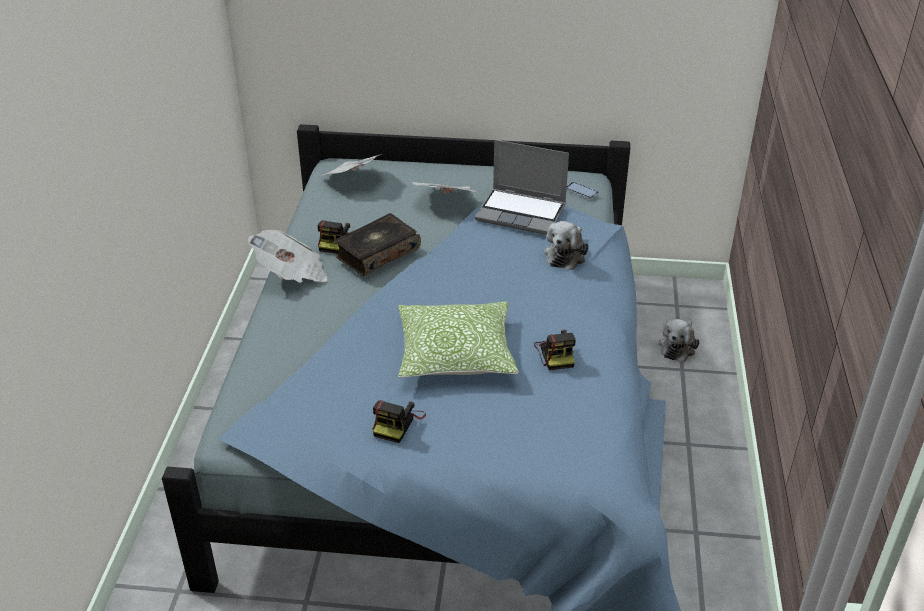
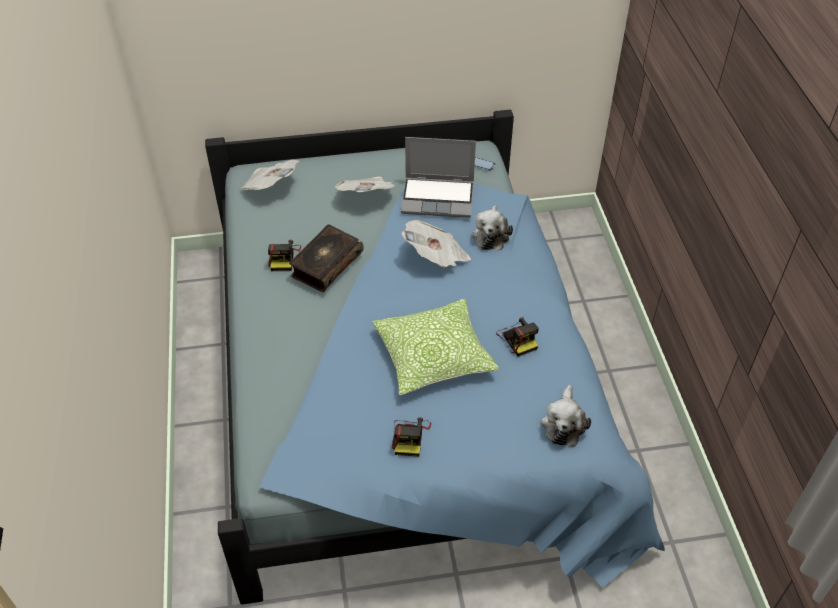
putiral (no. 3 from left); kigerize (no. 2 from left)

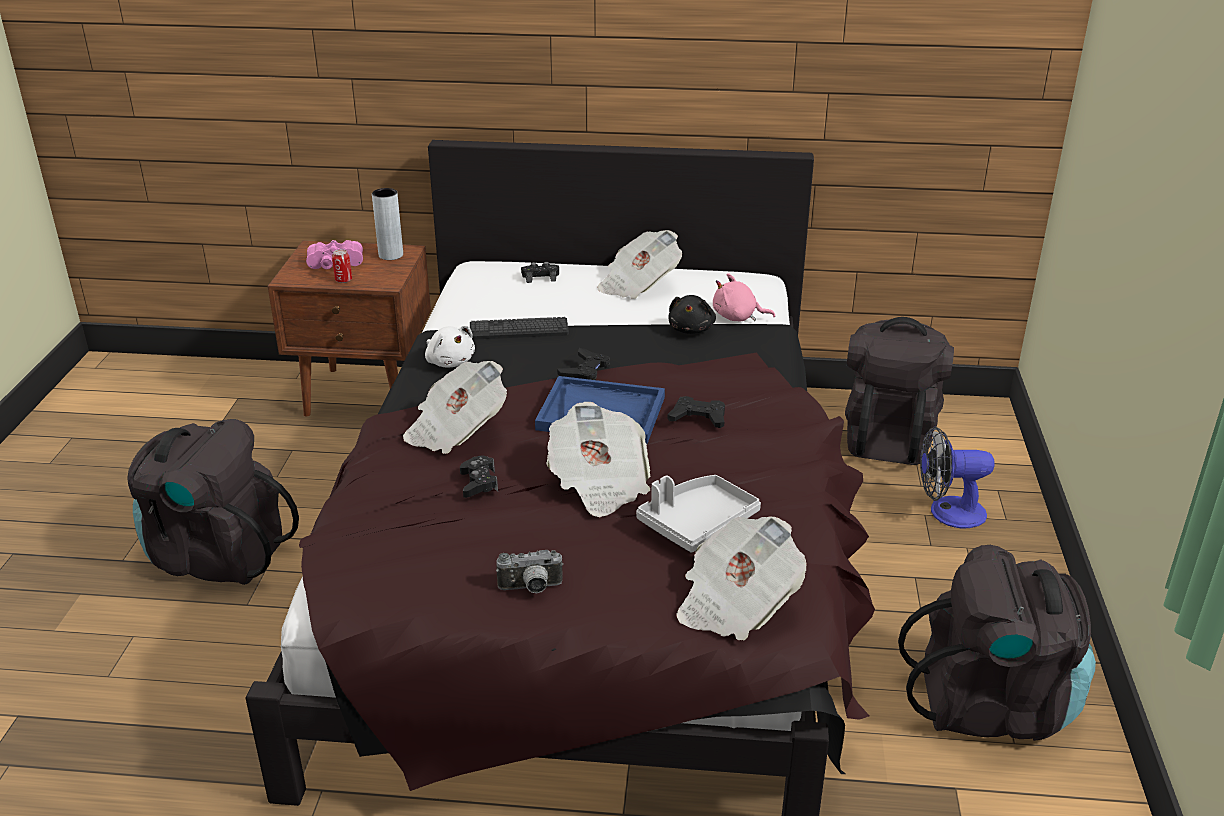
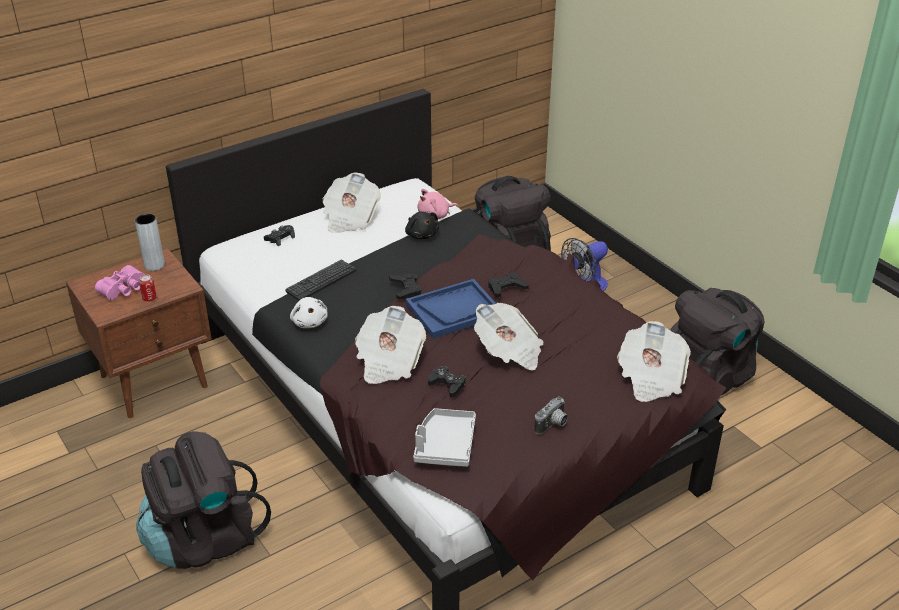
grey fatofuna; white kigerize

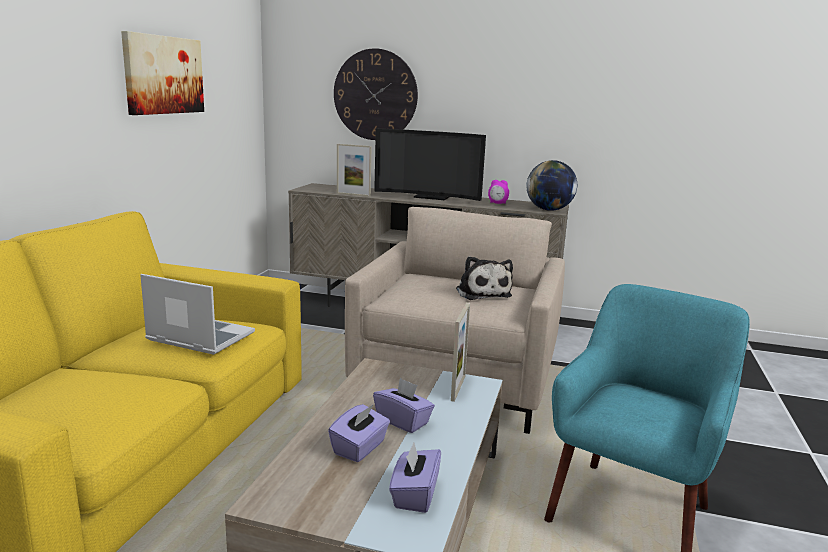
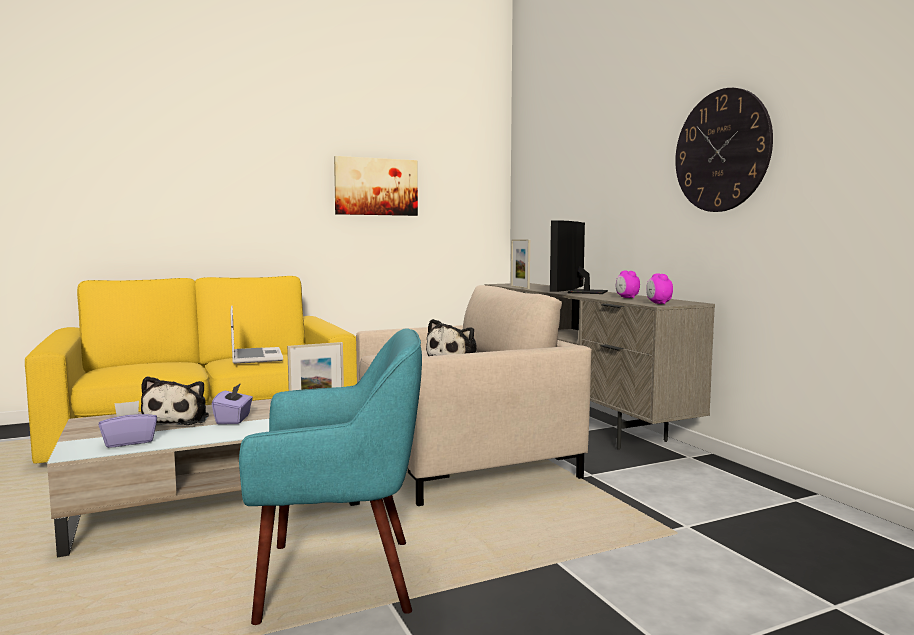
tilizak; kigerize (no. 1 from left); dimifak (no. 2 from left); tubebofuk

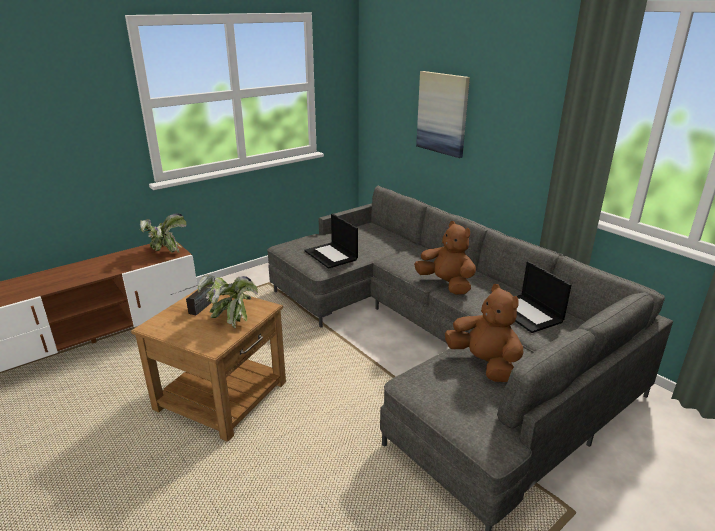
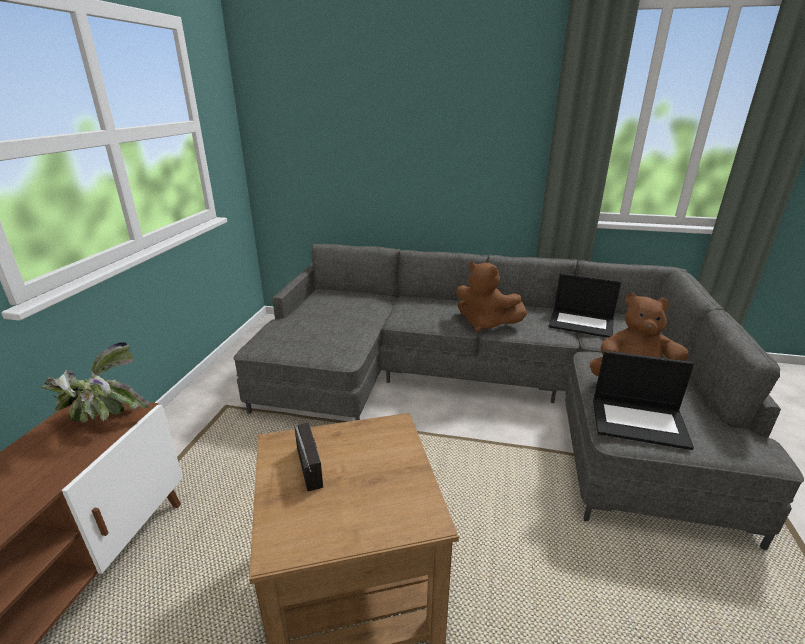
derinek (no. 2 from left in the first image); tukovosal; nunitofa (no. 2 from left); brown kigerize (no. 1 from left)

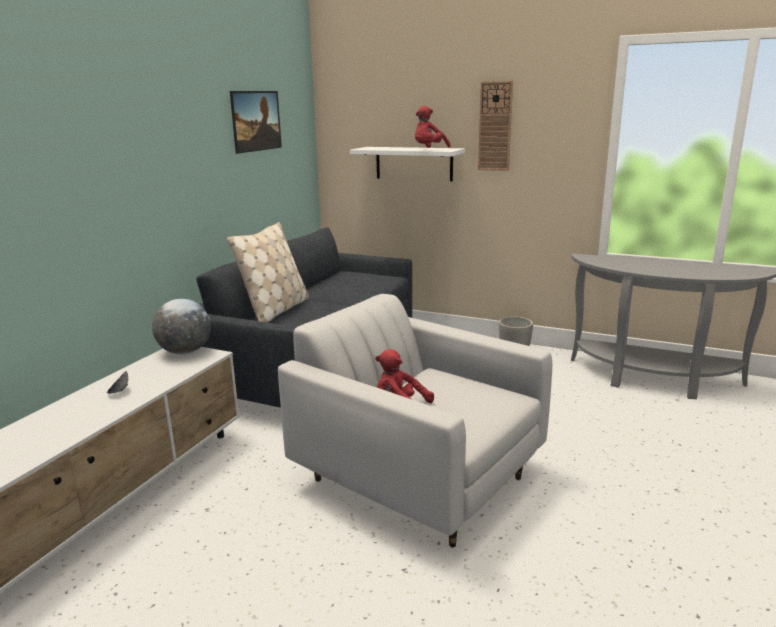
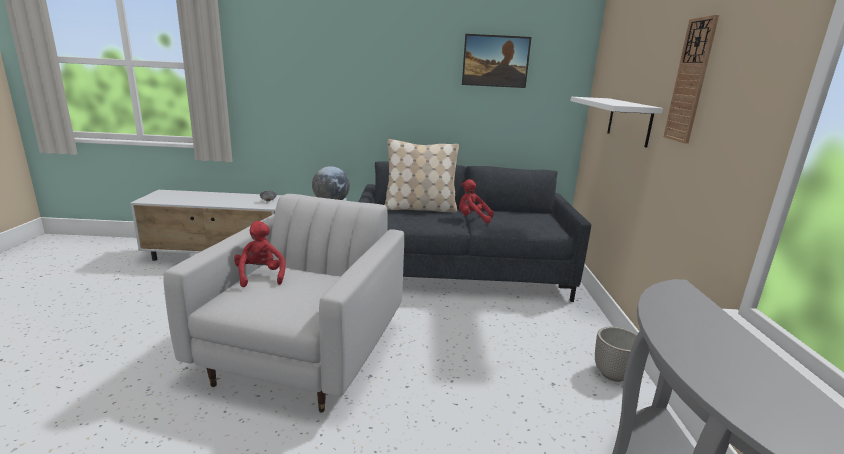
red kigerize (no. 2 from left)

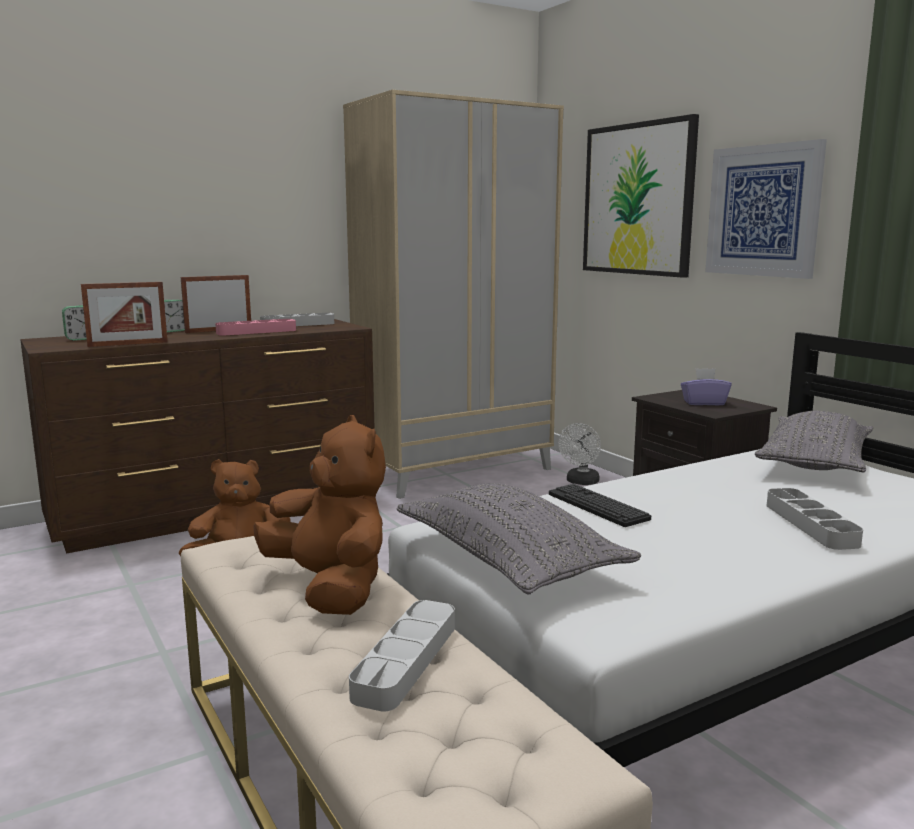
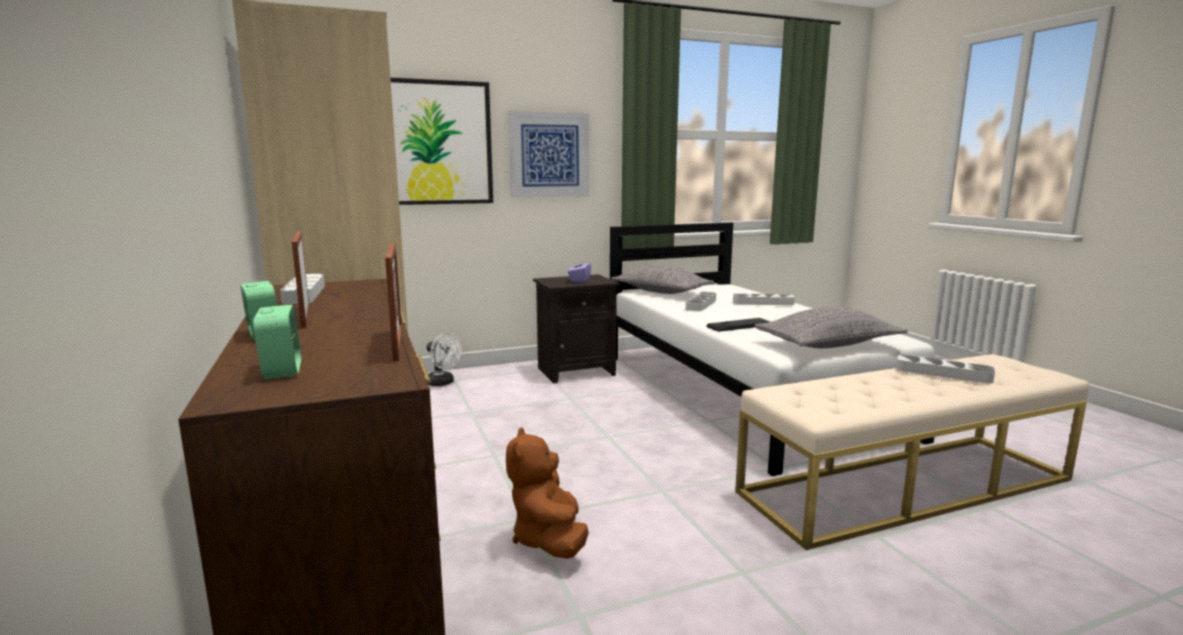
pink fatofuna; brown kigerize (no. 2 from left in the first image); grey fatofuna (no. 2 from left)

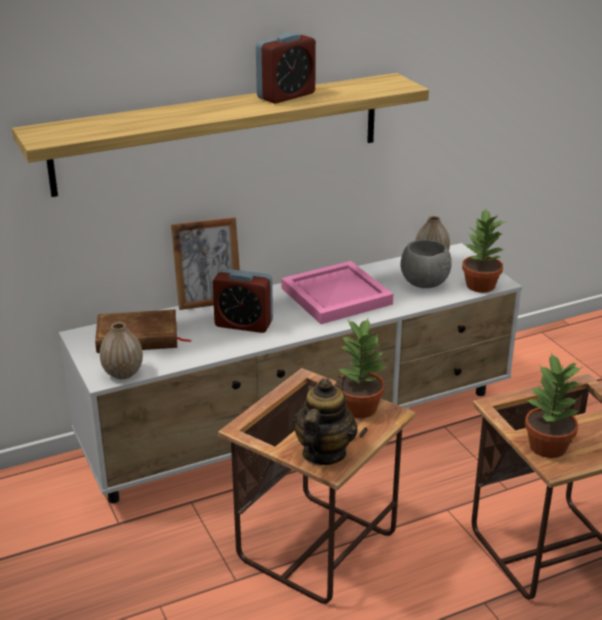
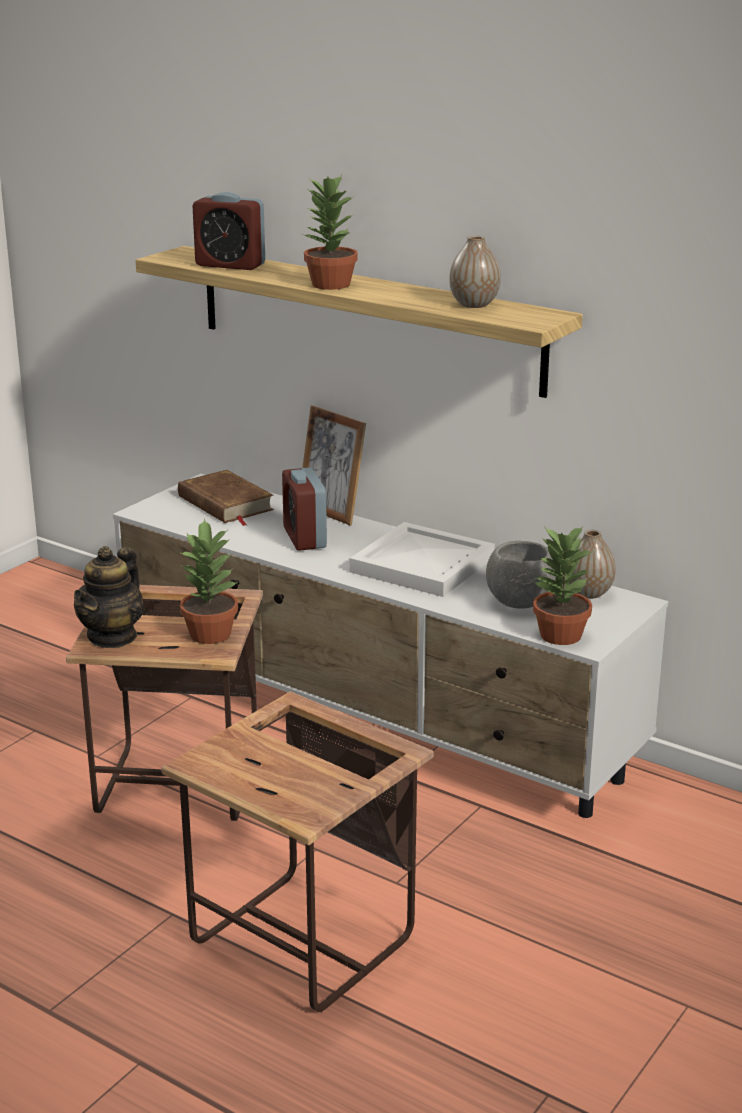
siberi (no. 1 from left); dimifak (no. 1 from left); derinek (no. 2 from left); white fatofuna; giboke

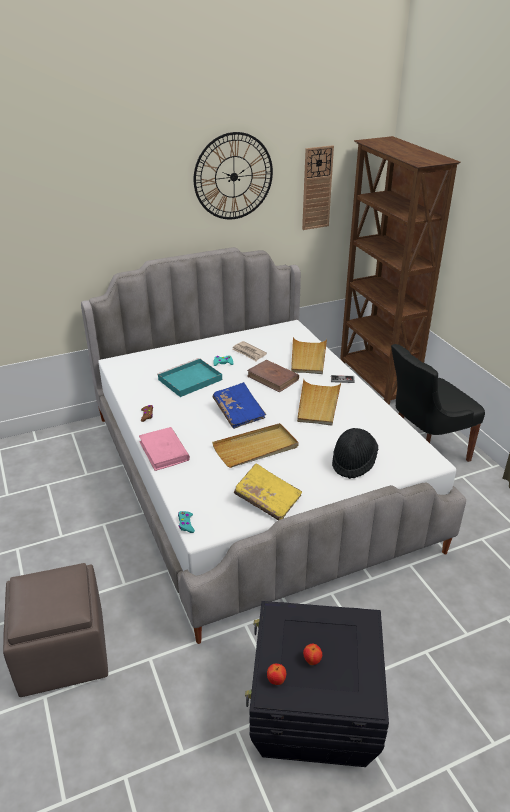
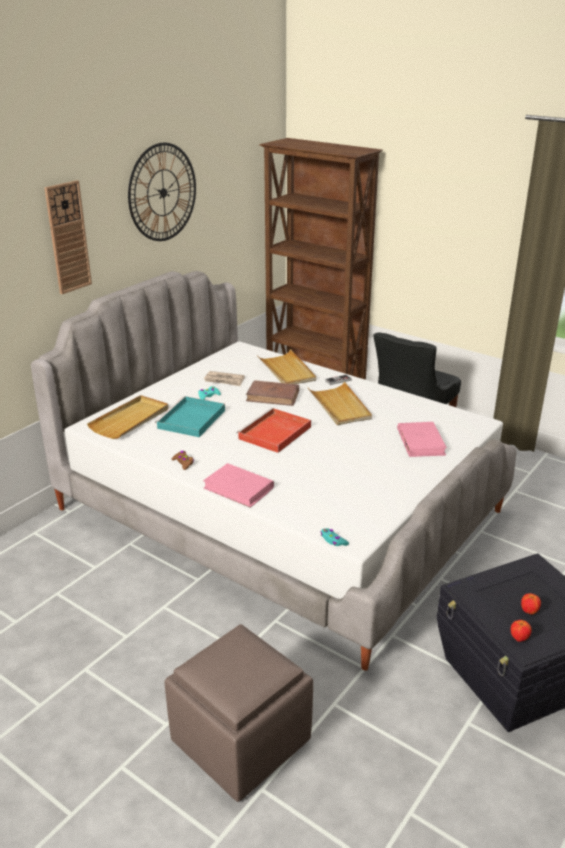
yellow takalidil; beige fatofuna (no. 1 from left); tilizak (no. 1 from left); red fatofuna; pink takalidil (no. 2 from left)

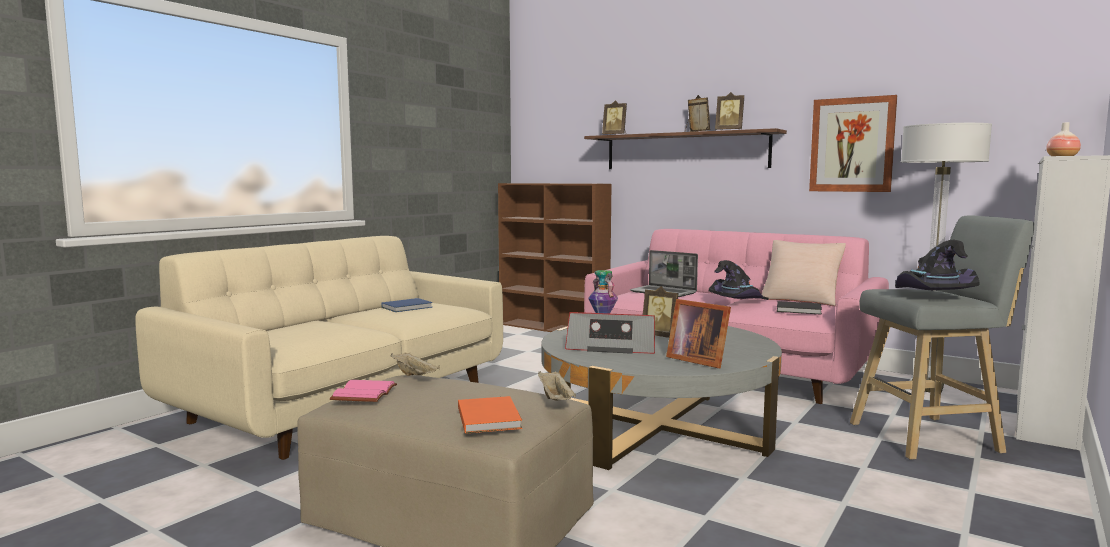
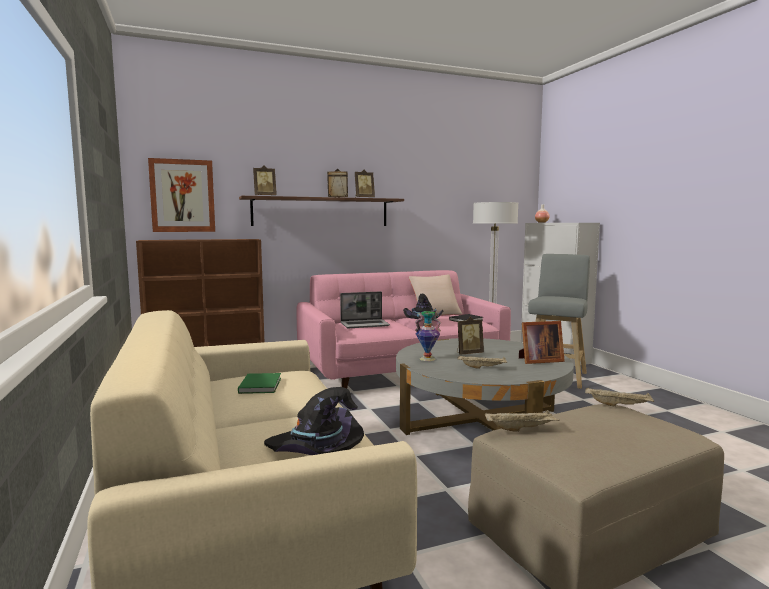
pink takalidil; orange takalidil; tukovosal; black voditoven (no. 1 from left); beige fatofuna (no. 1 from left); green takalidil

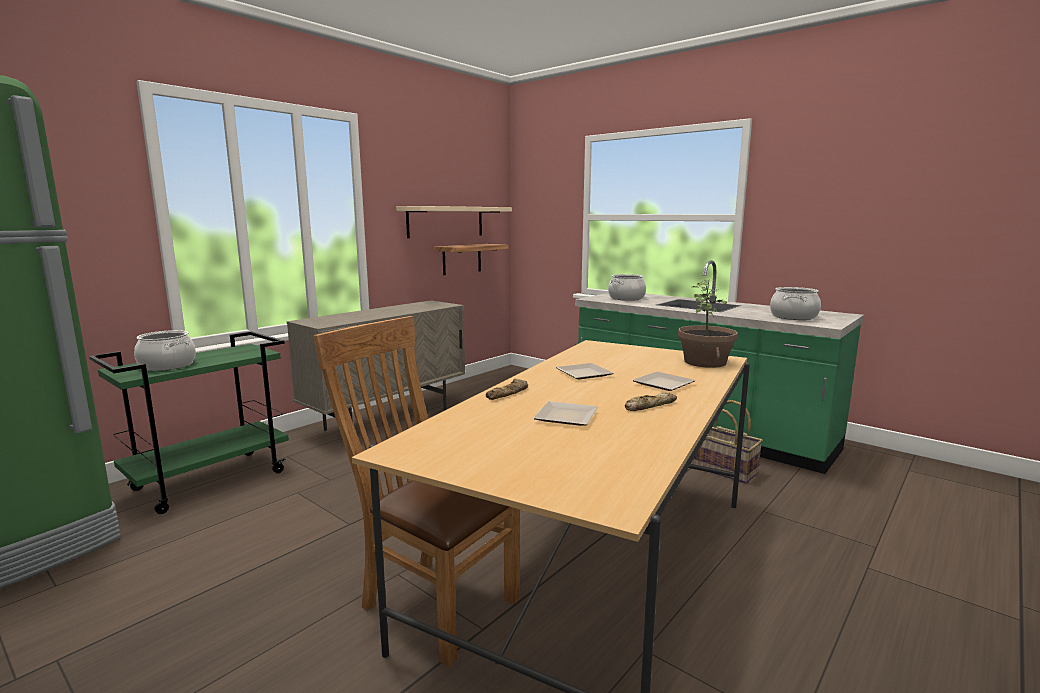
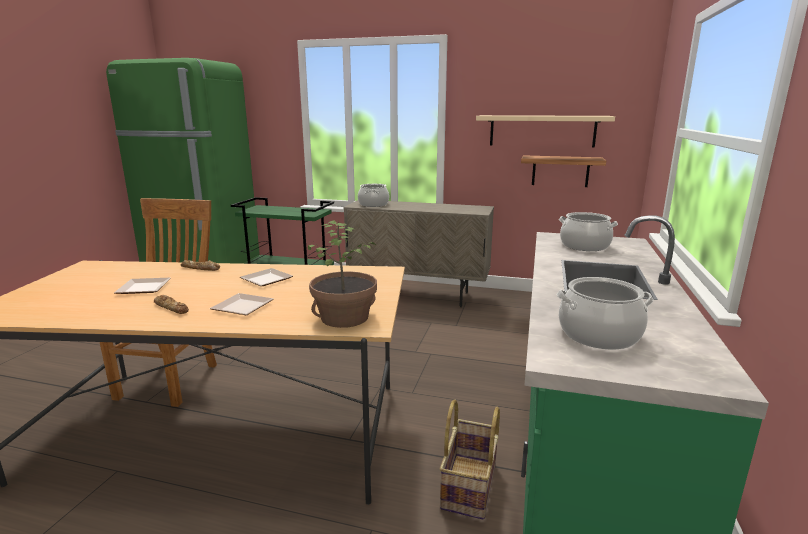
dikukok (no. 1 from left)

